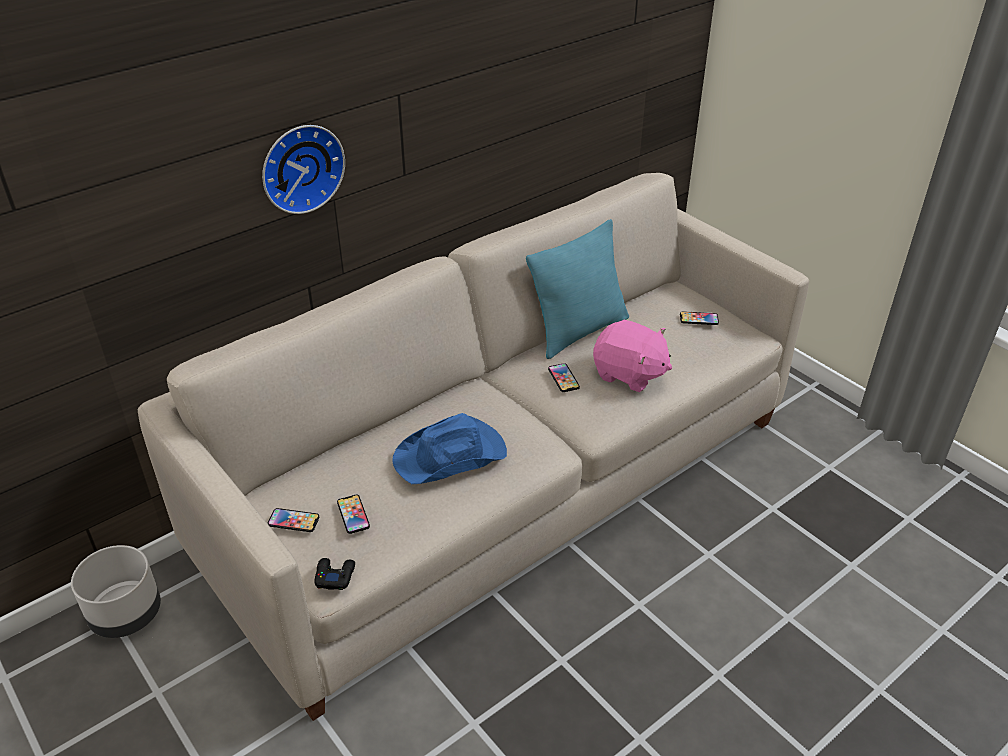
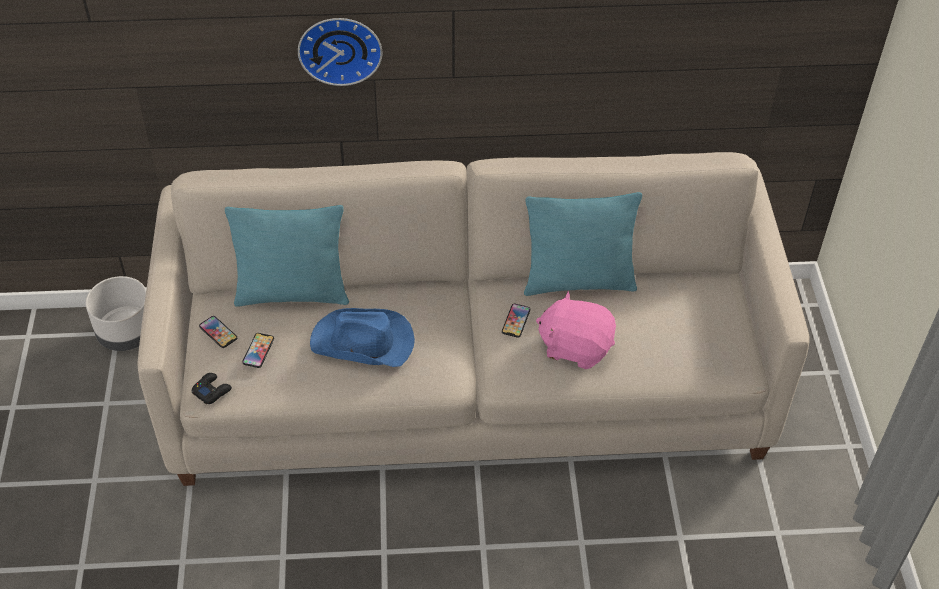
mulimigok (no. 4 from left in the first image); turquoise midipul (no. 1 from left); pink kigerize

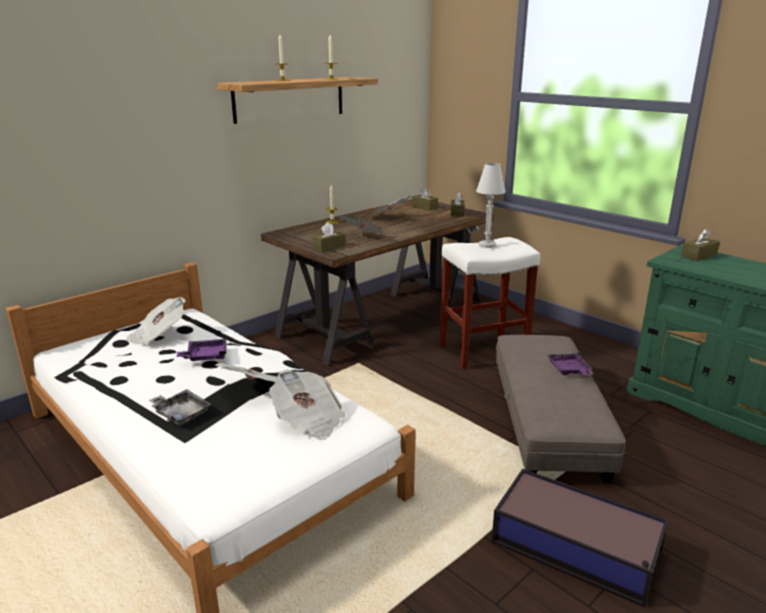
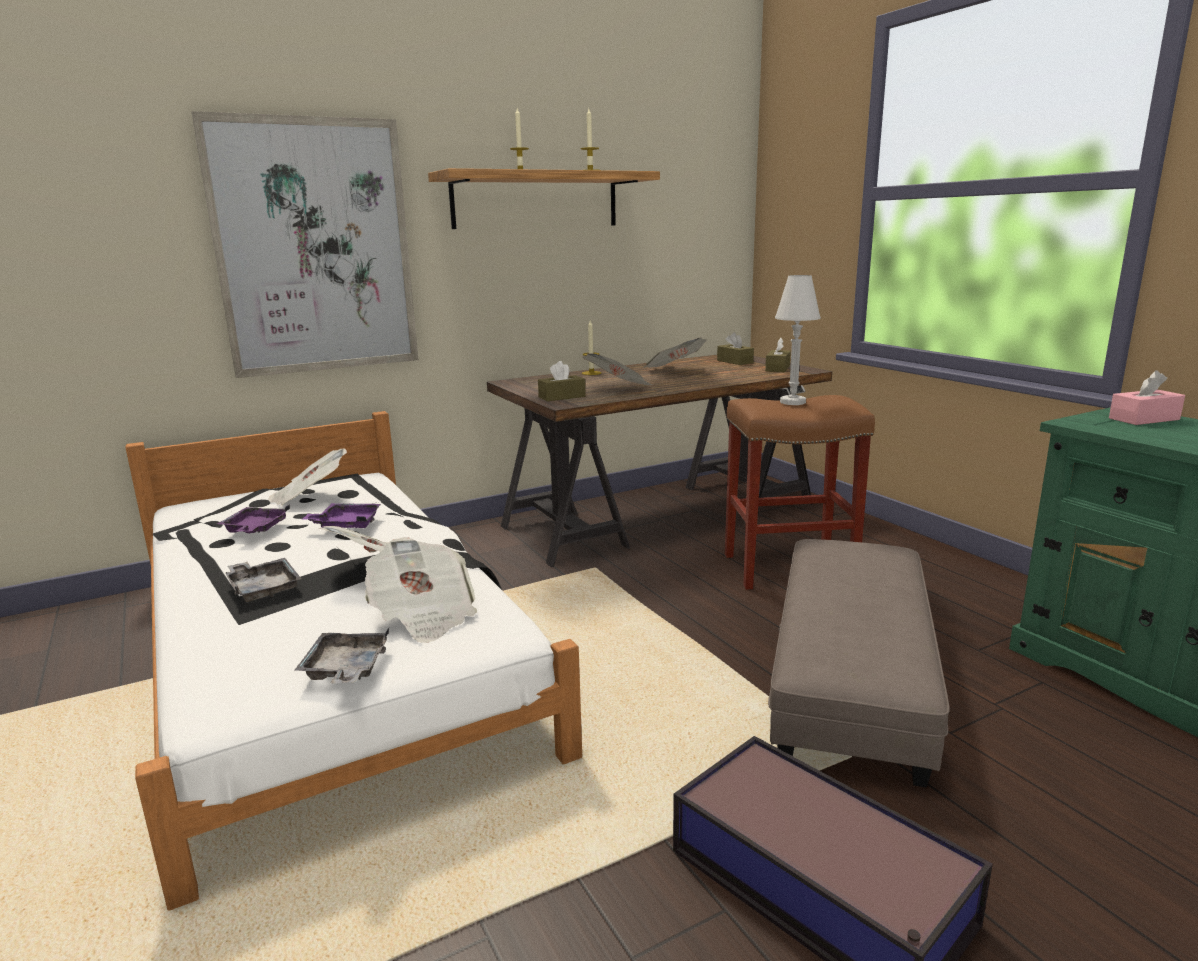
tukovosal; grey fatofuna (no. 2 from left); purple fatofuna (no. 1 from left); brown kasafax; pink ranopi

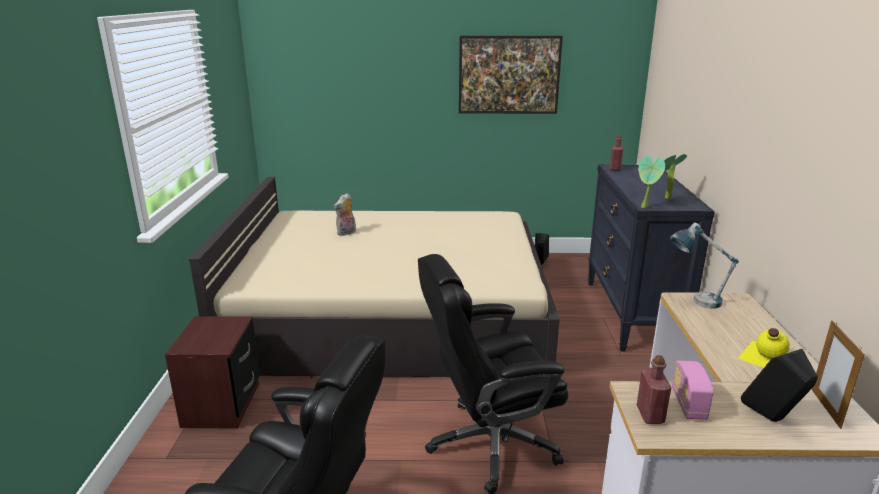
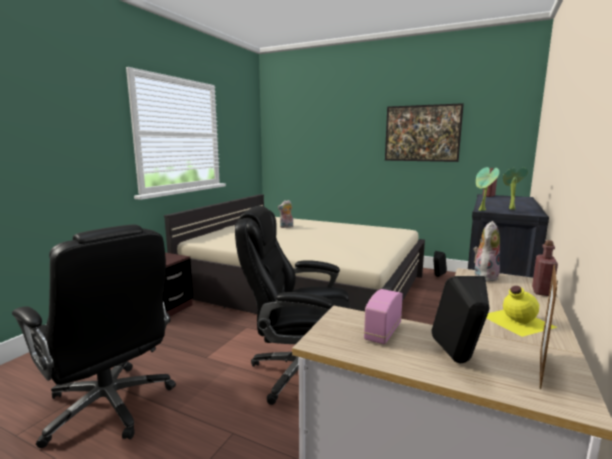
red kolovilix (no. 2 from left); kigerize (no. 2 from left)

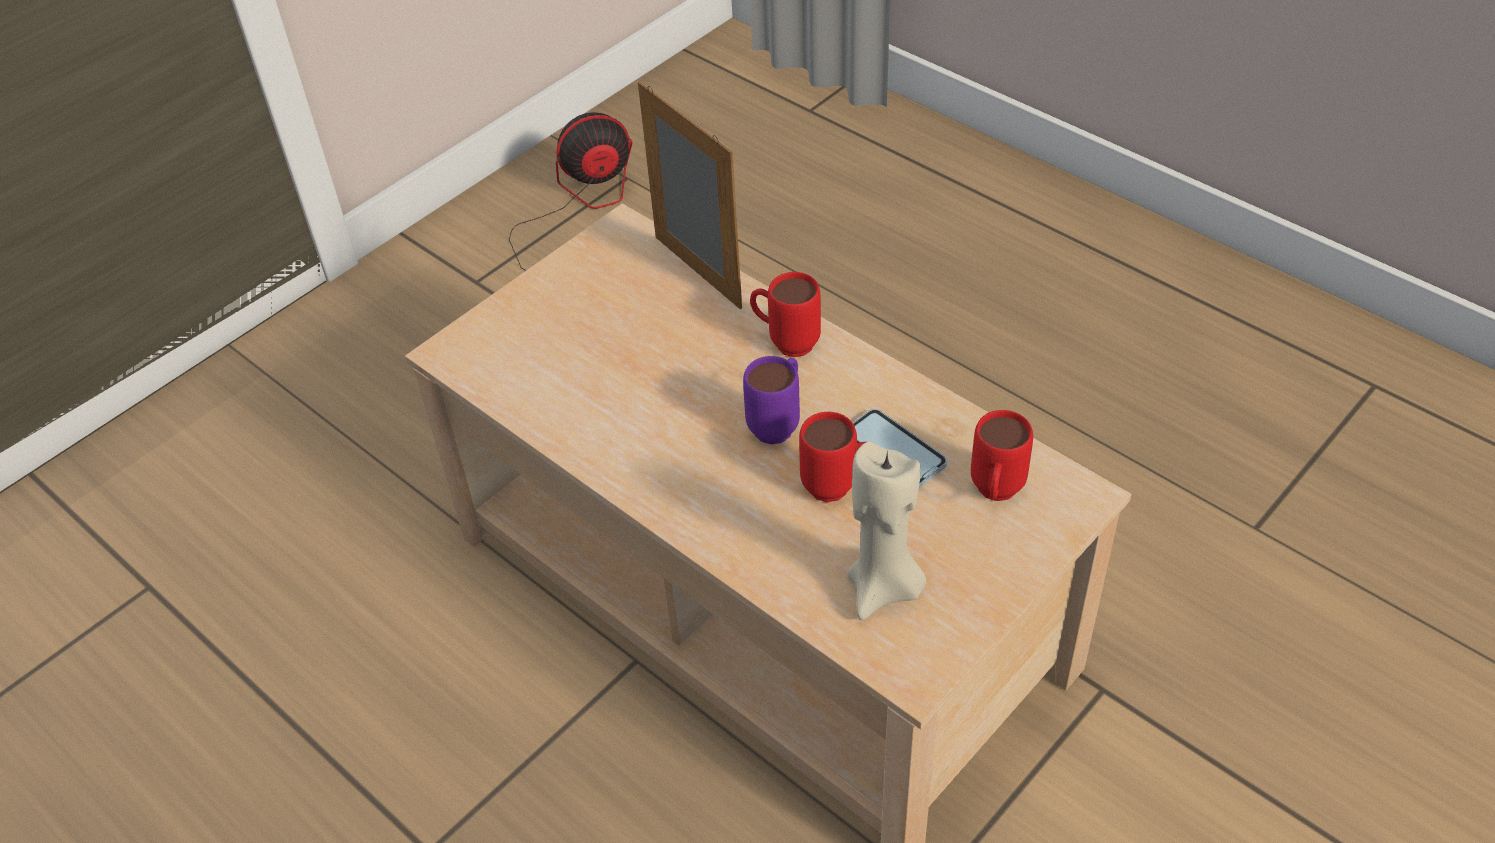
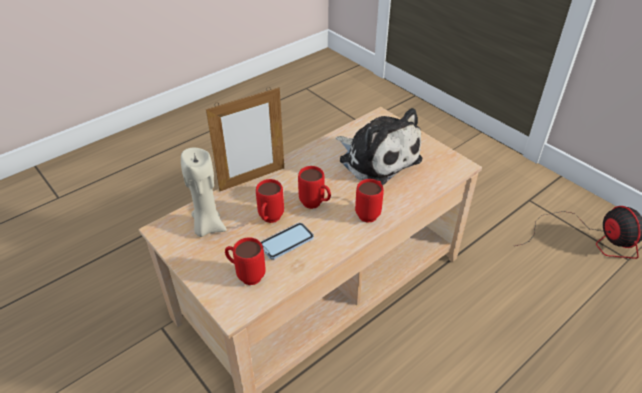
kigerize; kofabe; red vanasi (no. 3 from left)

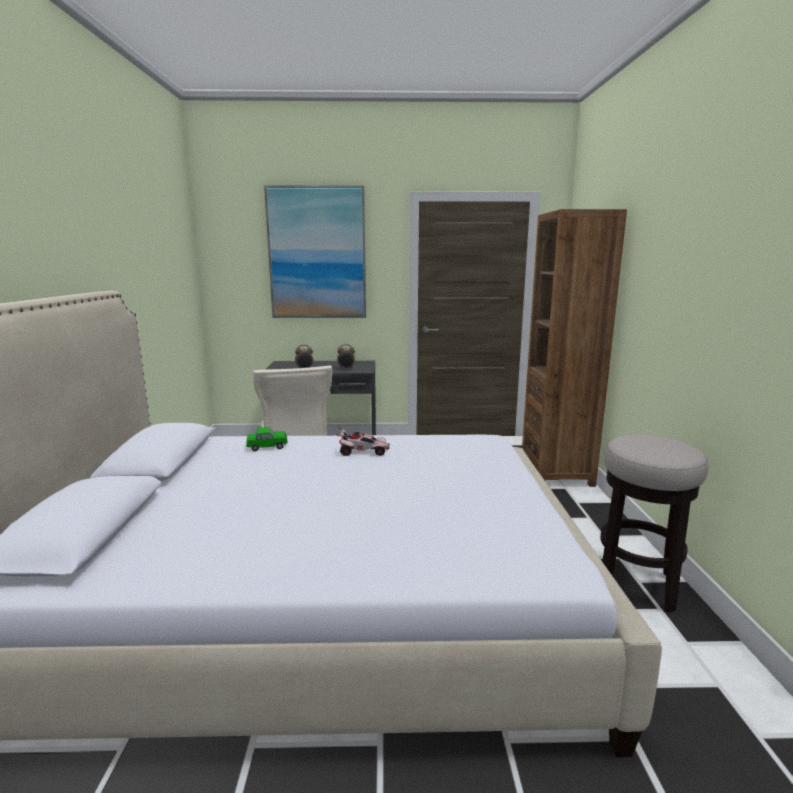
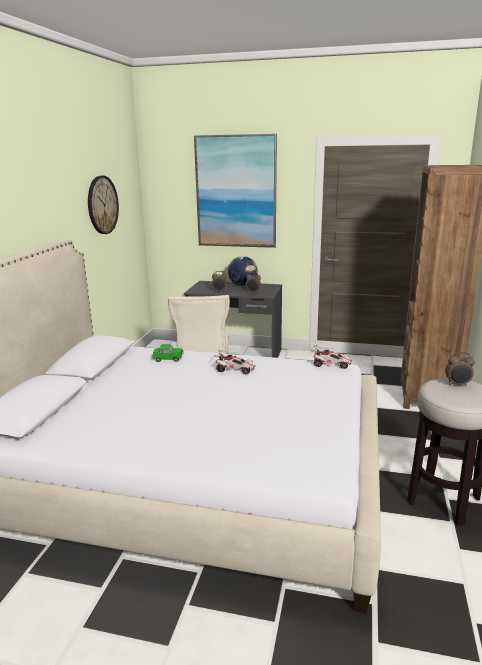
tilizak; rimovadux; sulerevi (no. 3 from left); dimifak (no. 3 from left)

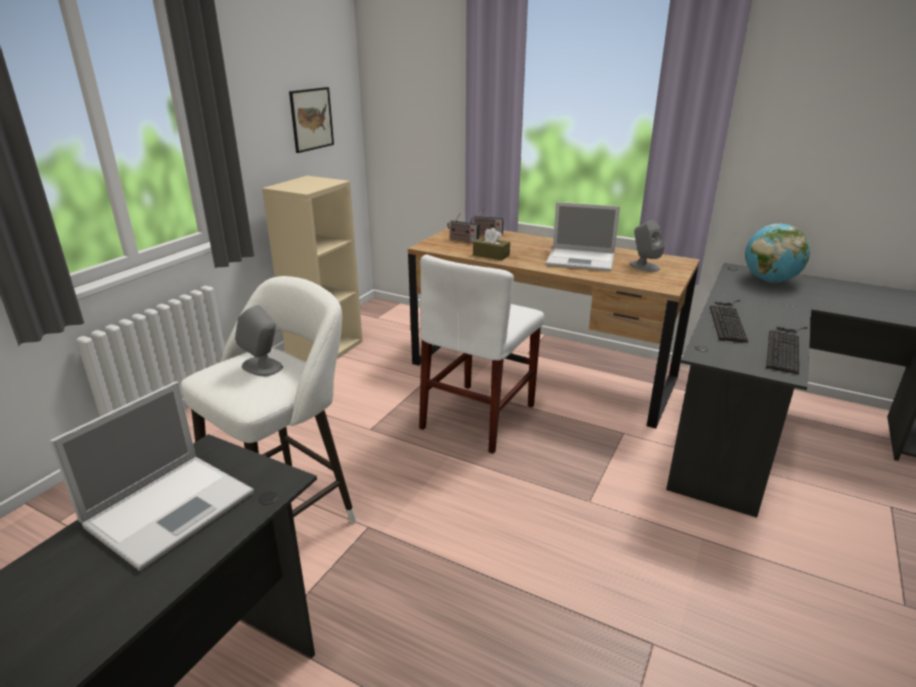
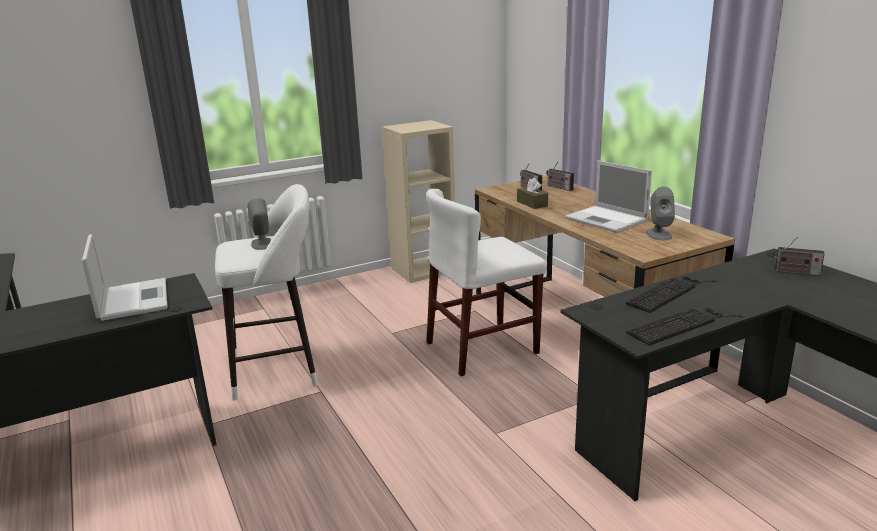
tukovosal; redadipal (no. 3 from left); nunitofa (no. 1 from left)

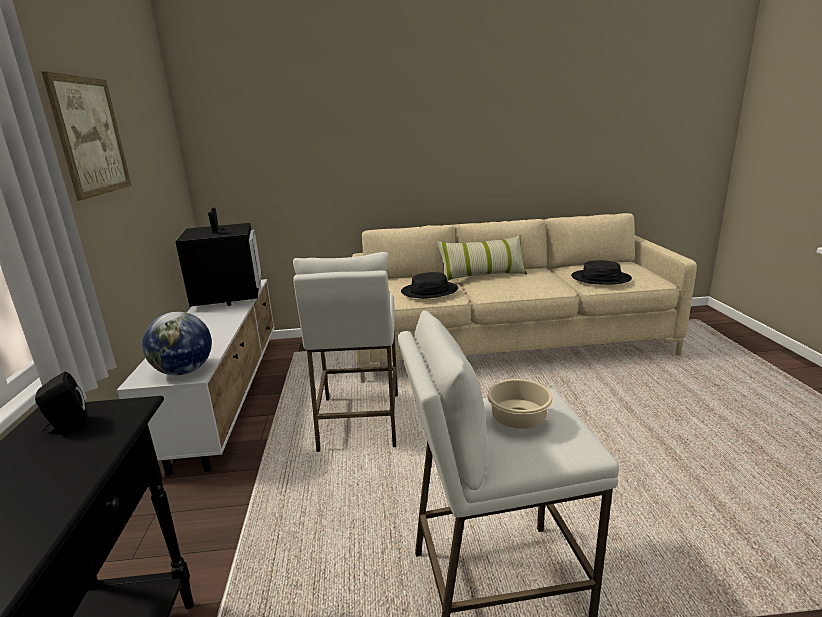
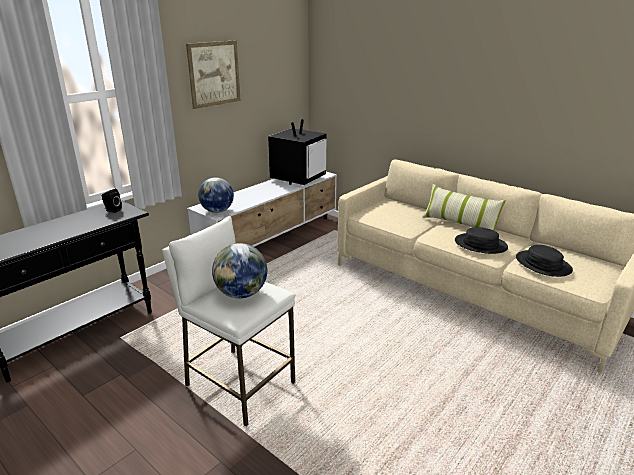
white kasafax (no. 1 from left in the first image); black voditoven (no. 1 from left); rimovadux (no. 2 from left)

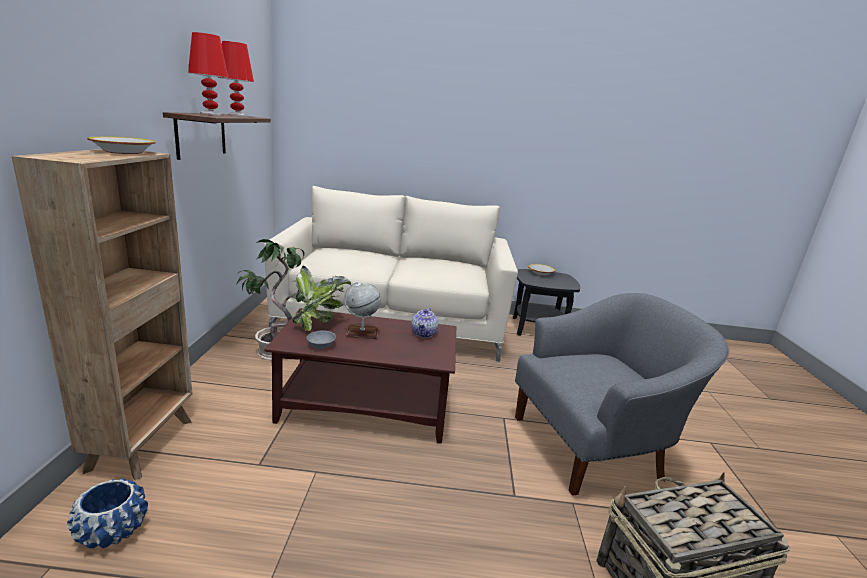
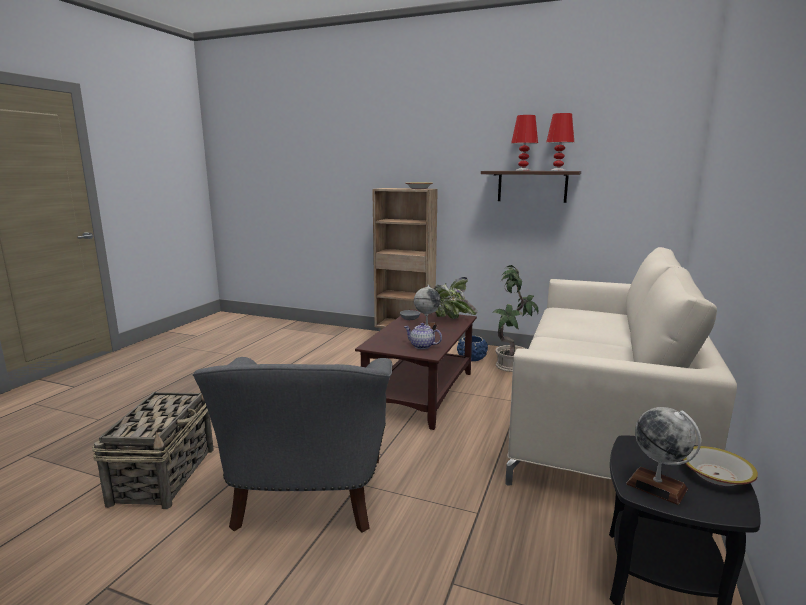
rimovadux (no. 2 from left); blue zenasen

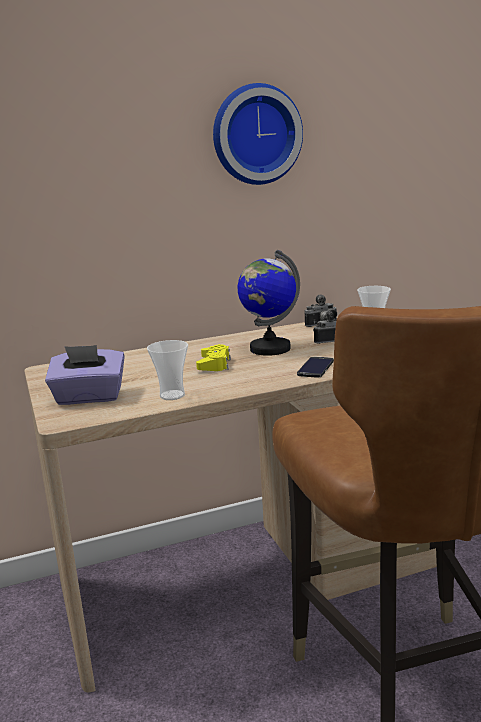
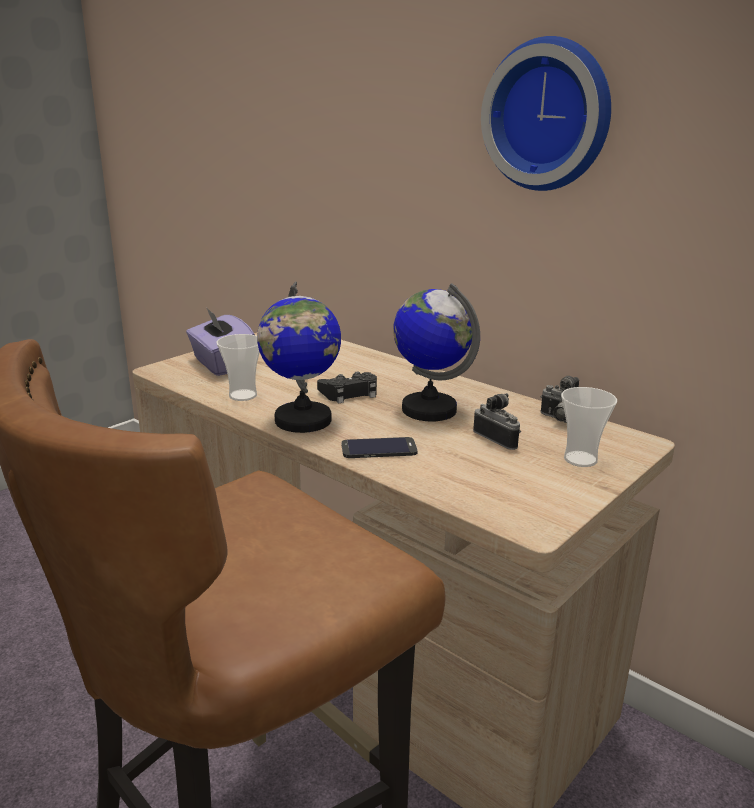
rimovadux (no. 1 from left); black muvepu

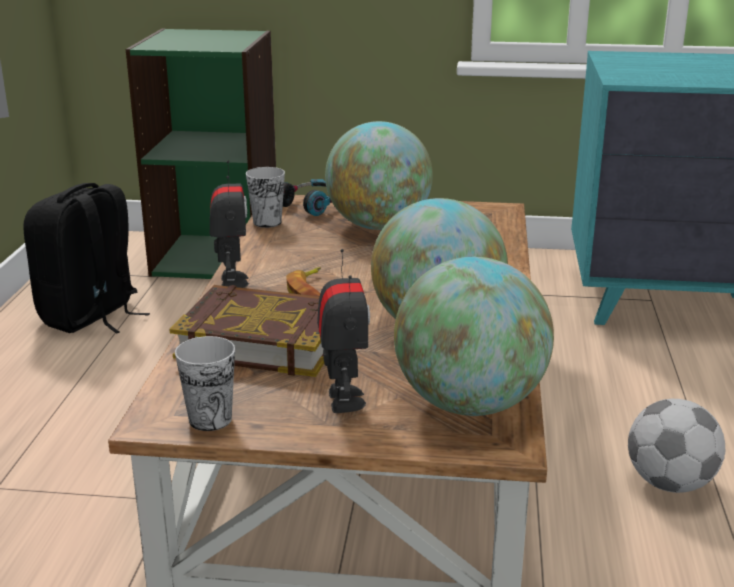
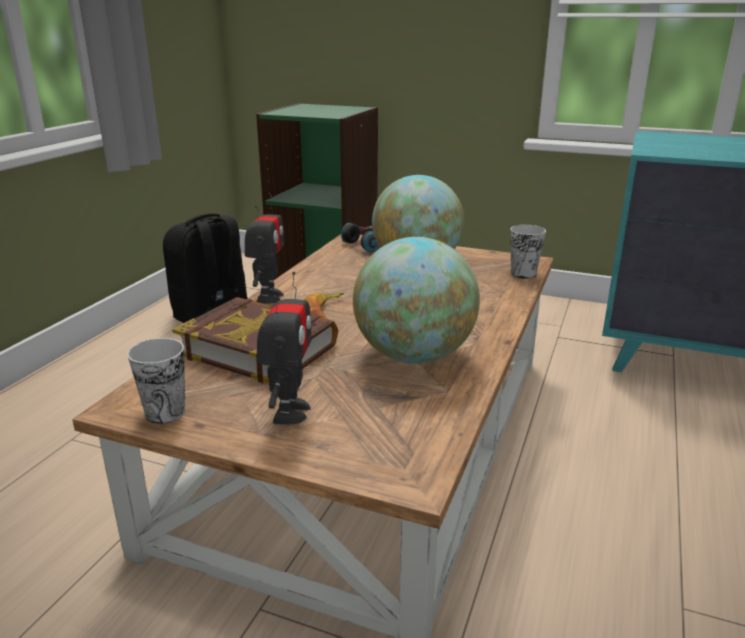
rimovadux (no. 3 from left in the first image); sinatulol; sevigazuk (no. 2 from left)

